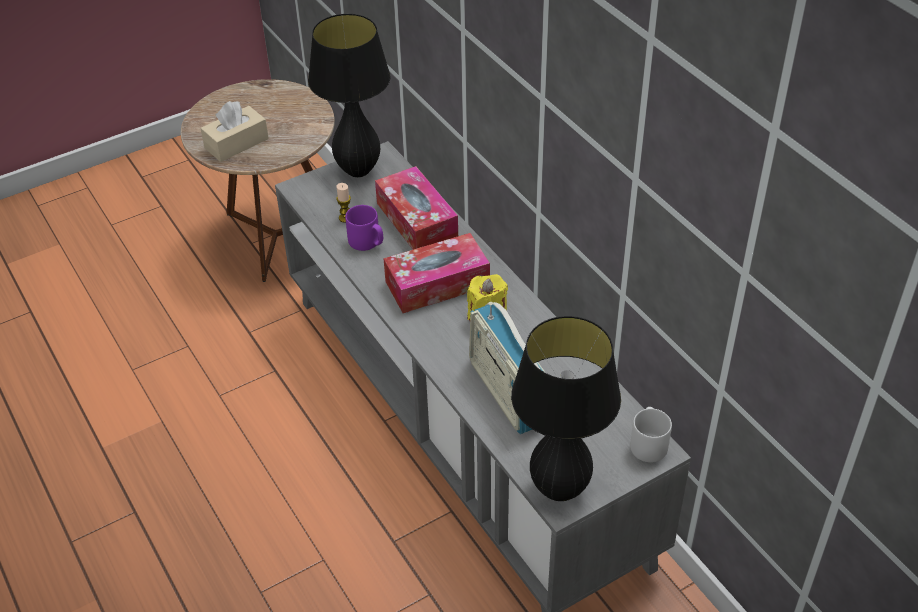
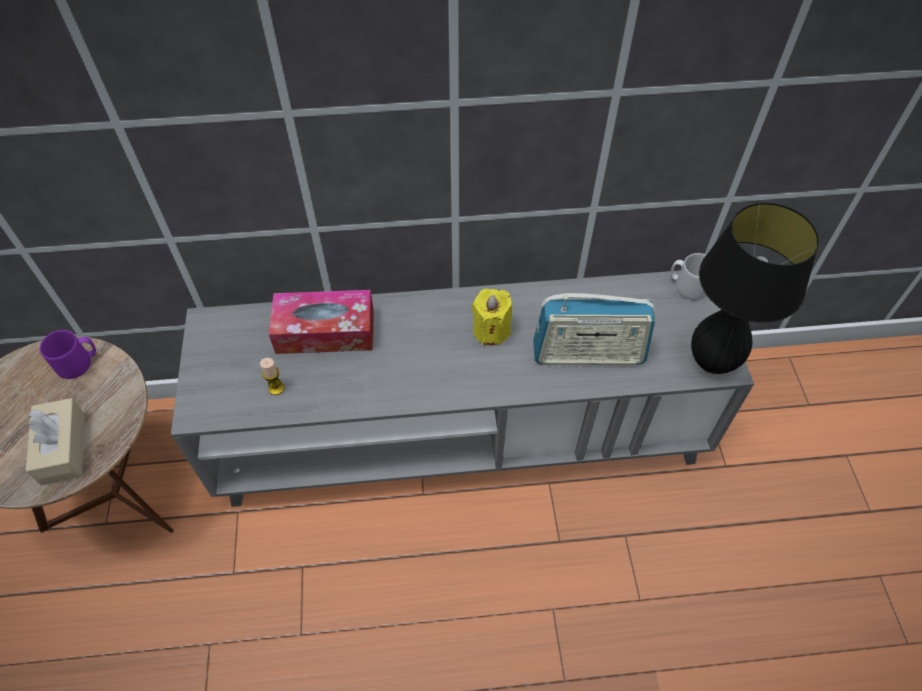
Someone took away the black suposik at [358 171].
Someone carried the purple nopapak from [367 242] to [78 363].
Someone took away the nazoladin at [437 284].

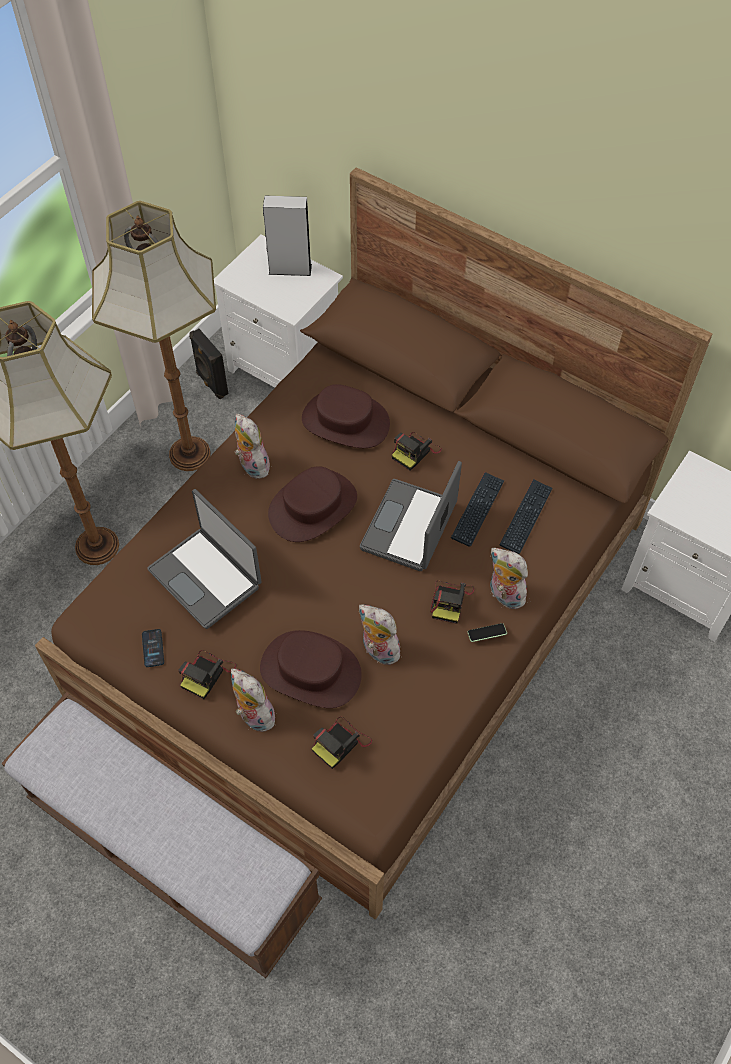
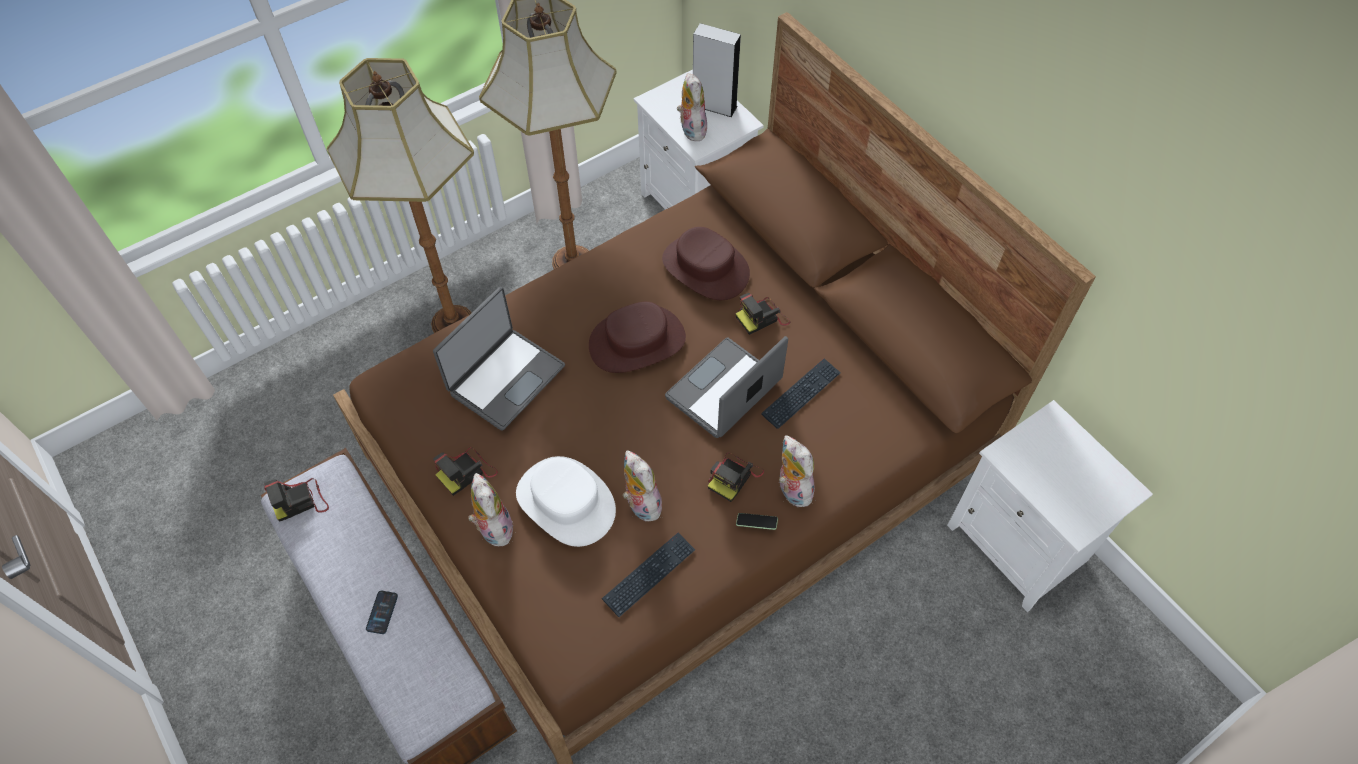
Someone took away the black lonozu at [211 384].
Someone carried the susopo from [251 465] to [691 129].
Someone carried the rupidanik from [526 517] to [649 575].
Someone rotated the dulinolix at [206 577] by 120 degrees counterclockwise.
Someone carried the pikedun from [153 648] to [382 612].
Someone repainted the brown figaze at [311 671], which became the white figaze at [566 502].
Someone carried the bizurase from [341 743] to [301 502].

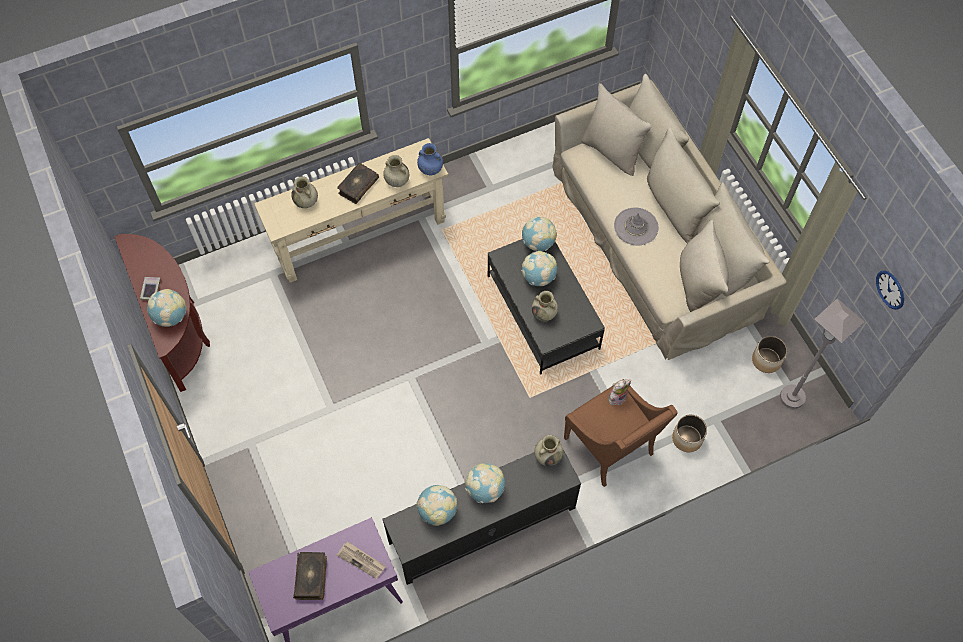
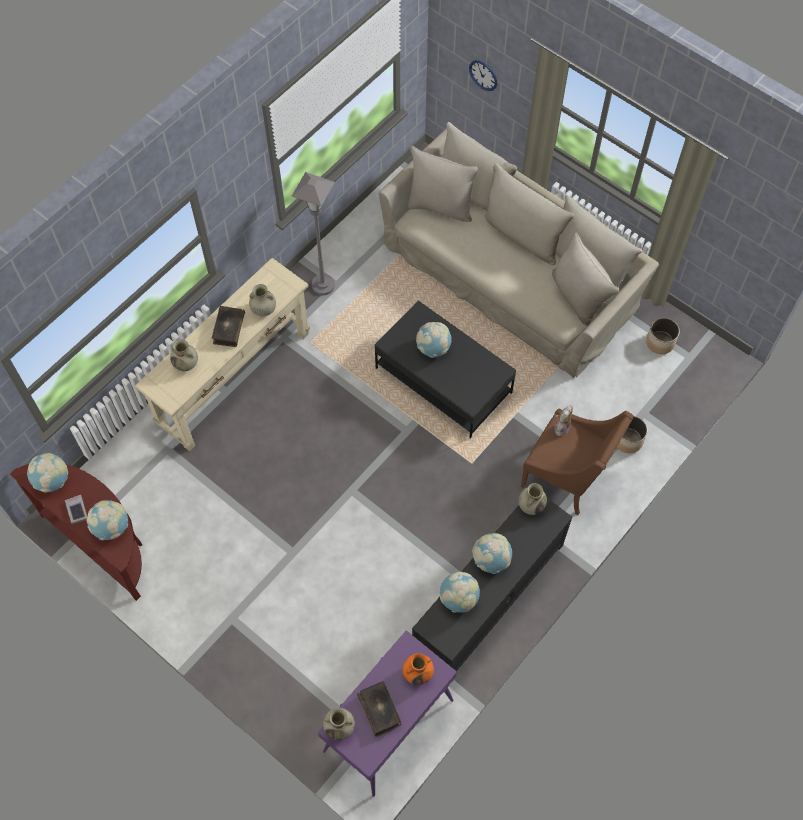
Someone took away the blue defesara at [430 169].
Someone took away the grey figaze at [636 227].
Someone carried the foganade from [538 243] to [52 480].
Someone carried the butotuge from [890 289] to [483 75].
Someone carried the beige defesara from [544 314] to [340 727].
Someone carried the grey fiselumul from [792 397] to [323 285].
Someone swapped the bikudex at [362 560] for the orange defesara at [418 673].

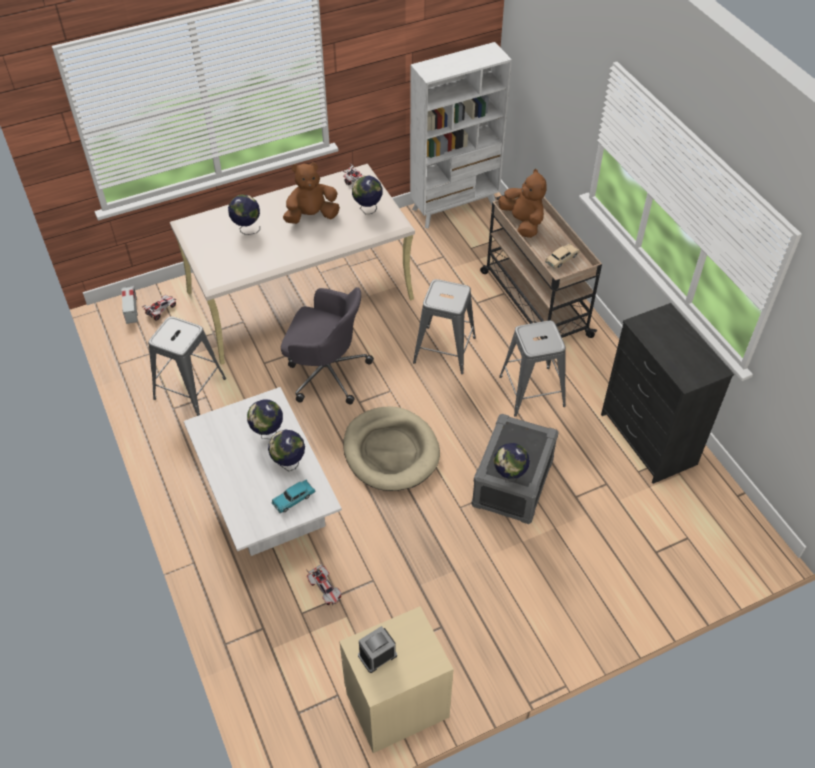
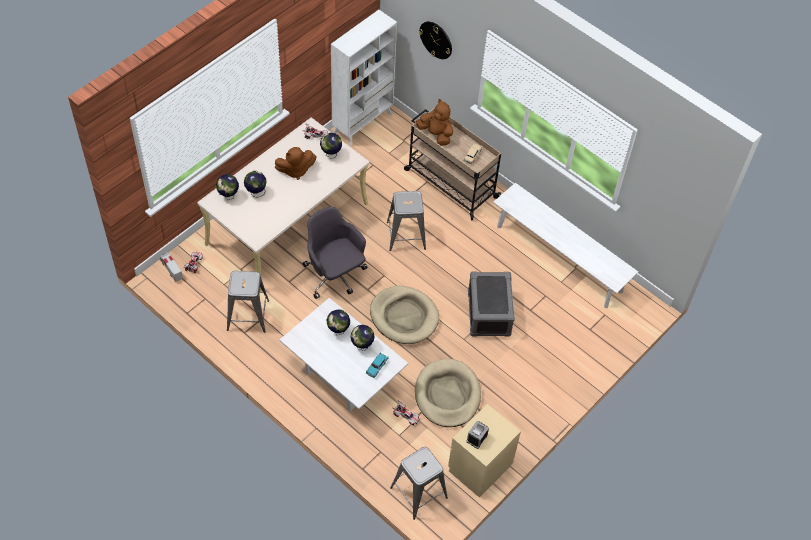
Someone rotated the brown susopo at [311 216] by 150 degrees counterclockwise.
Someone rotated the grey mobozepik at [326 372] by 120 degrees counterclockwise.
Someone swapped the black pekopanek at [647 439] for the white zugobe at [558 259].
Someone carried the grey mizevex from [532 391] to [418 492].
Someone carried the foganade from [509 476] to [228 196].
Someone put up the butotuge at [436 40].
Someone put down the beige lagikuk at [447 395].

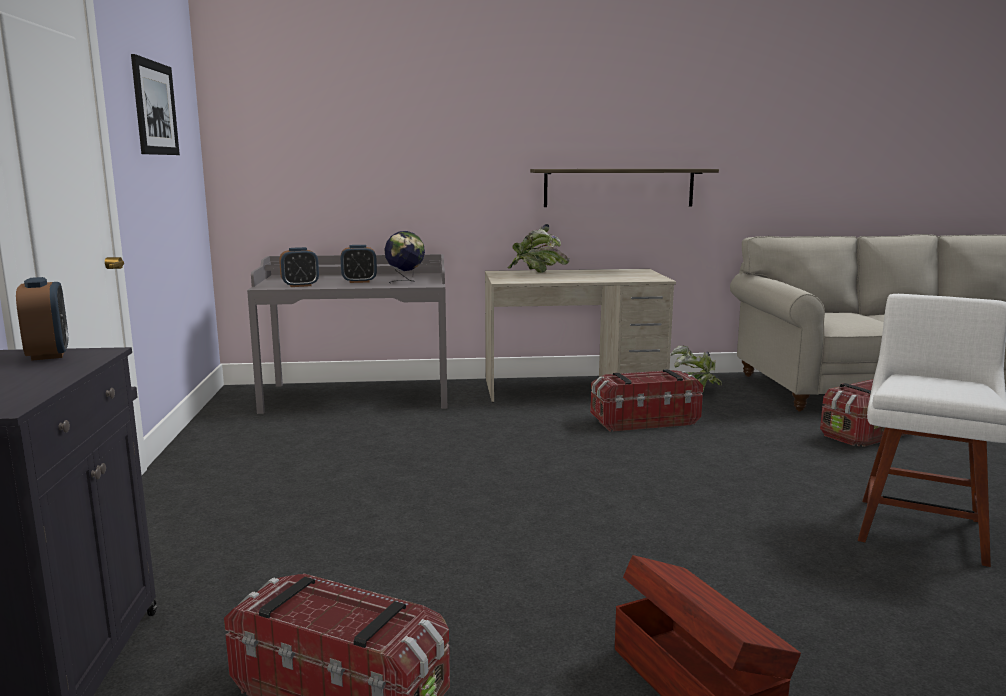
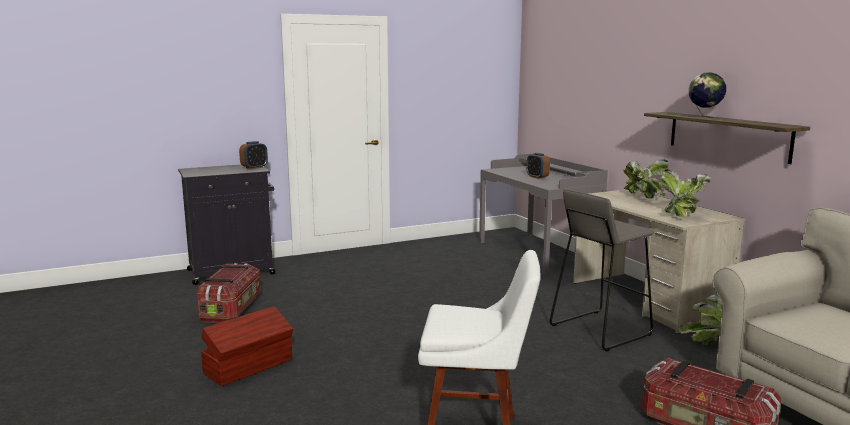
Someone took away the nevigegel at [155 108].
Someone carried the foganade from [405 281] to [704 117].
Someone took away the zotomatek at [300 285].
Someone swapped the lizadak at [643 421] for the grey mizevex at [599 330].
Someone put down the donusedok at [681 215].

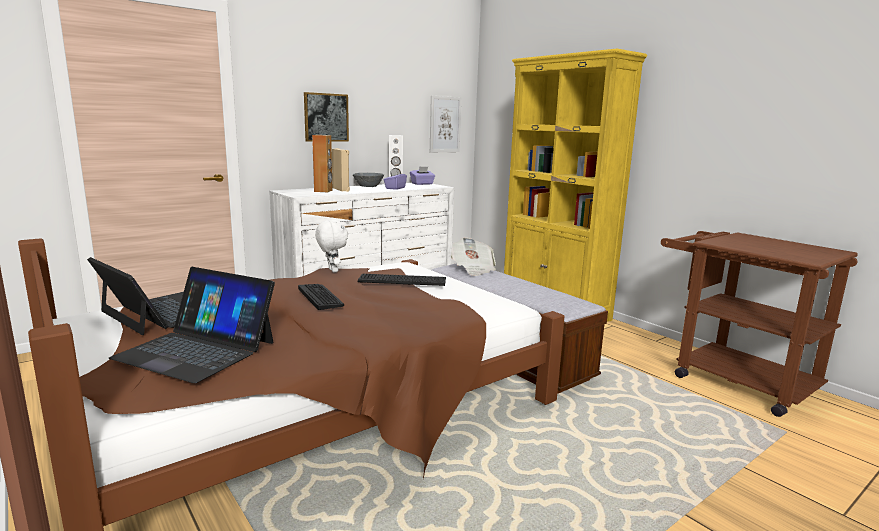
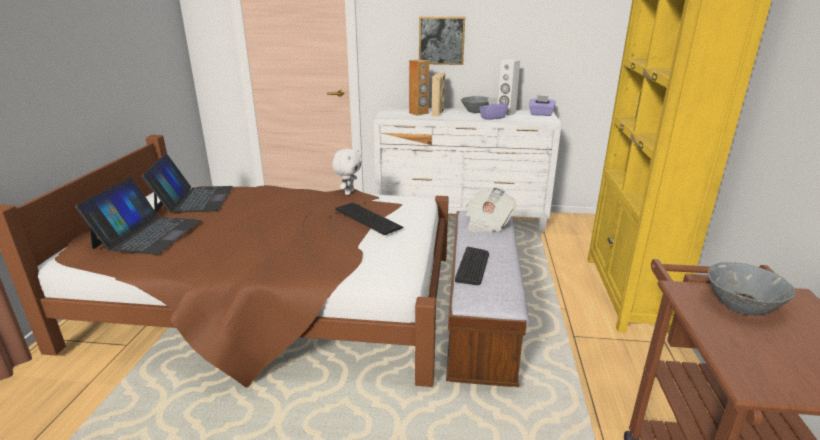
Someone took away the nevigegel at [445 124].
Someone rotated the dulinolix at [197 350] by 150 degrees counterclockwise.
Someone carried the rupidanik from [320 297] to [473 266].
Someone put down the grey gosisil at [741 304].

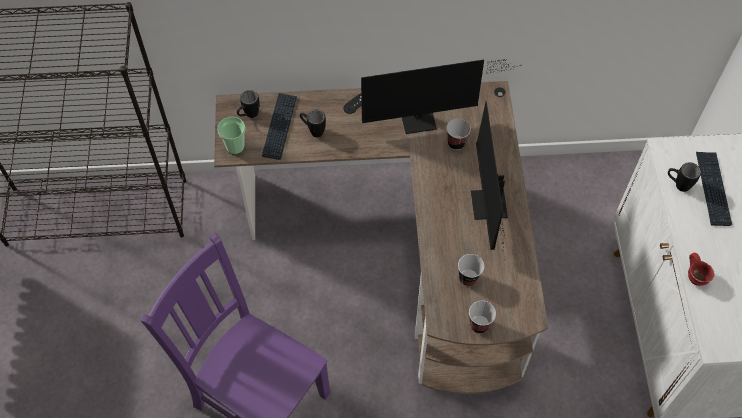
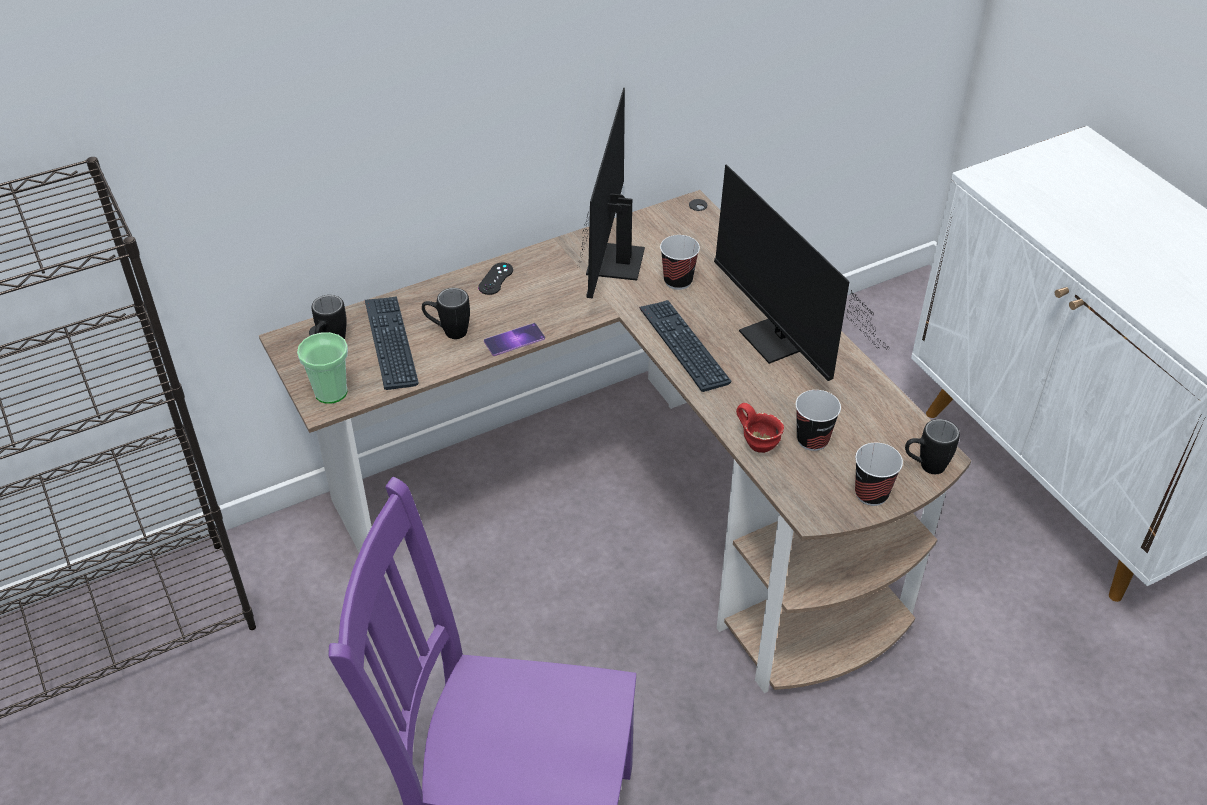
Someone rotated the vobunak at [424 119] by 135 degrees clockwise.
Someone carried the rupidanik from [712 189] to [683 346].
Someone carried the black nopapak from [677 184] to [924 466].
Someone carried the red nopapak from [696 277] to [759 443].
Someone put down the pikedun at [514 340].

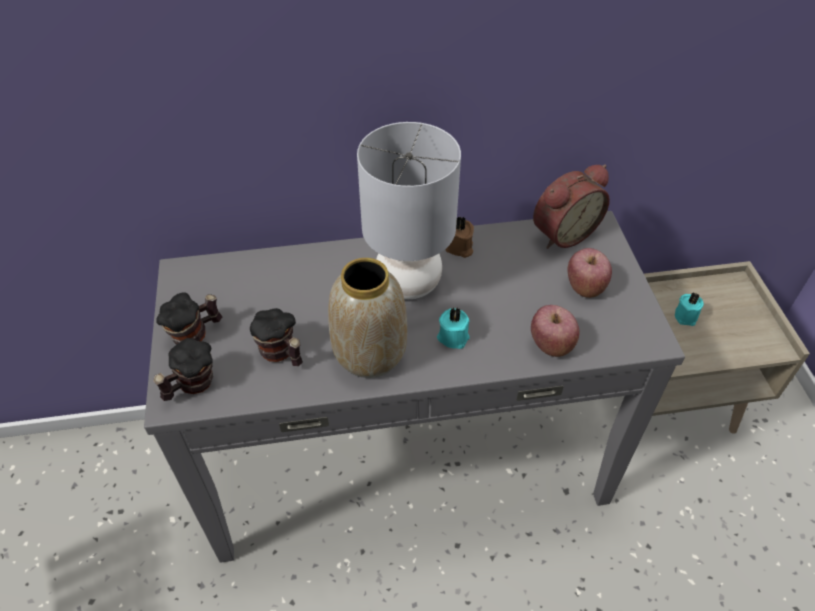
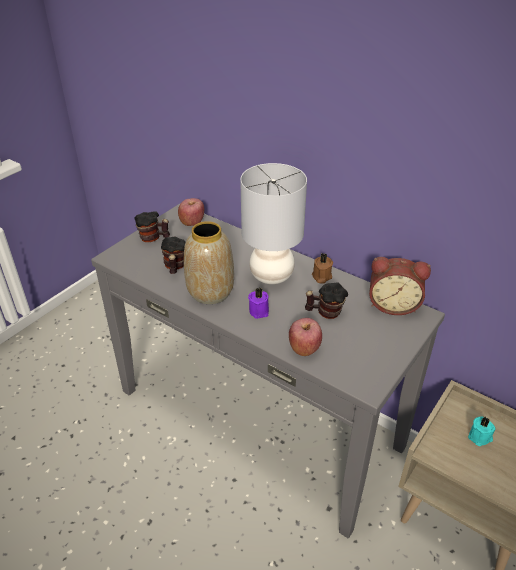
Someone carried the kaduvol from [585 287] to [192 222].
Someone repainted the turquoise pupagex at [453 336], which became the purple pupagex at [259 310].
Someone carried the nopapak from [191 385] to [325 312].

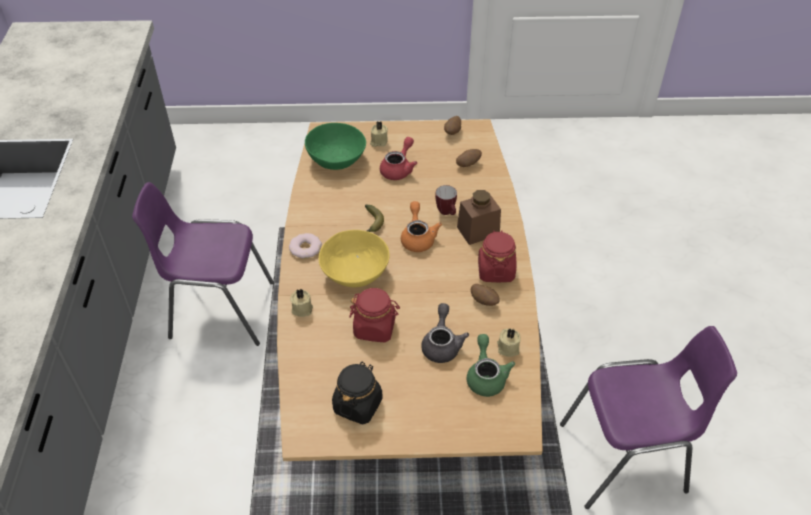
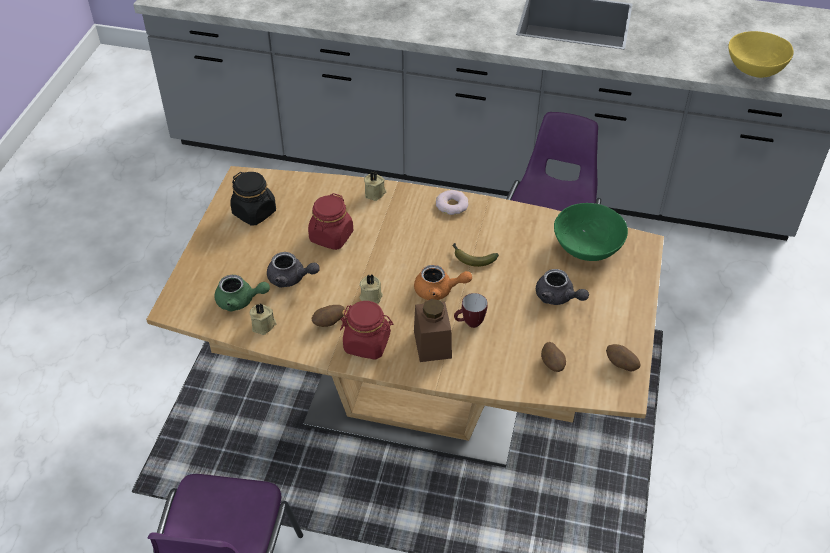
Someone carried the beige pupagex from [378 141] to [370 295].
Someone repainted the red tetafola at [399 169], which became the grey tetafola at [558 297].
Someone carried the yellow gosisil from [355 273] to [754 68].

